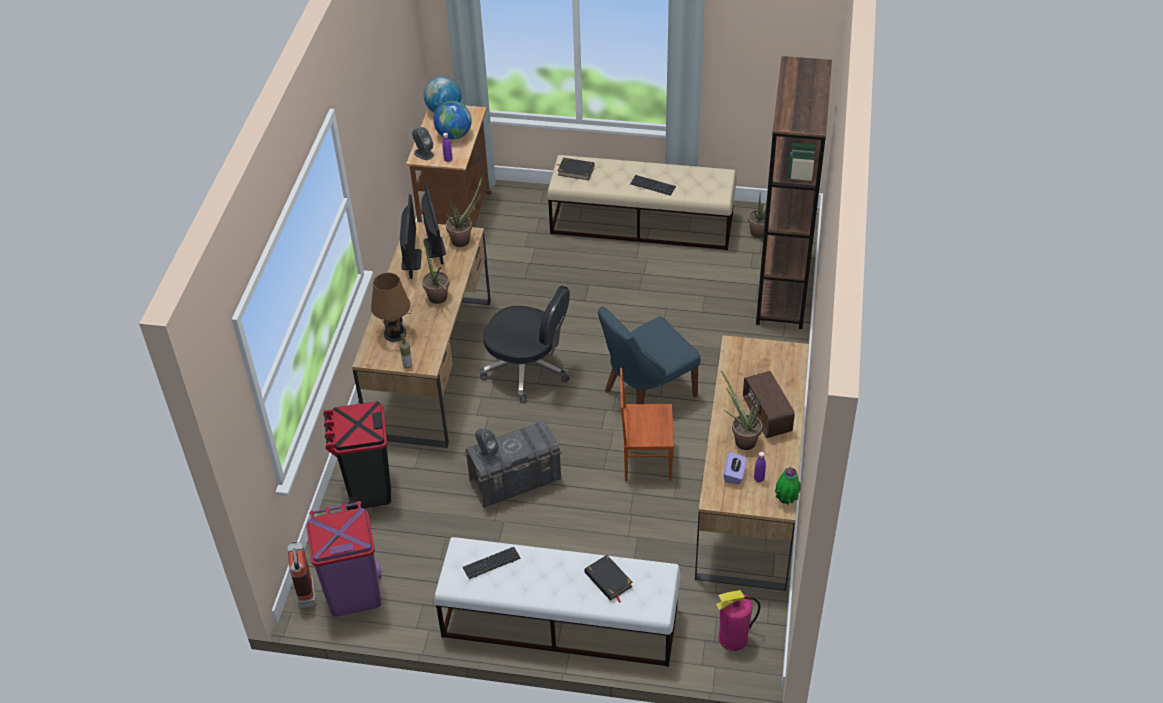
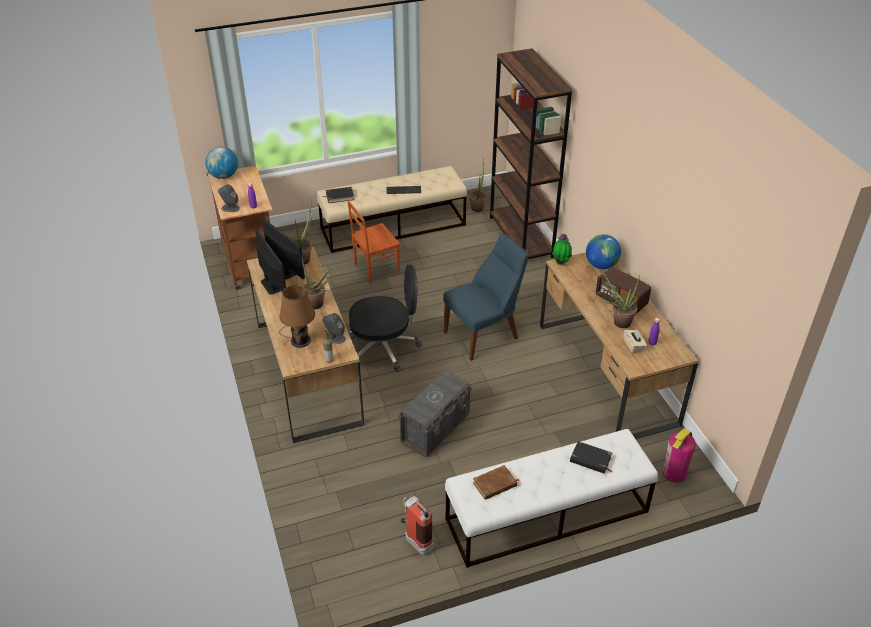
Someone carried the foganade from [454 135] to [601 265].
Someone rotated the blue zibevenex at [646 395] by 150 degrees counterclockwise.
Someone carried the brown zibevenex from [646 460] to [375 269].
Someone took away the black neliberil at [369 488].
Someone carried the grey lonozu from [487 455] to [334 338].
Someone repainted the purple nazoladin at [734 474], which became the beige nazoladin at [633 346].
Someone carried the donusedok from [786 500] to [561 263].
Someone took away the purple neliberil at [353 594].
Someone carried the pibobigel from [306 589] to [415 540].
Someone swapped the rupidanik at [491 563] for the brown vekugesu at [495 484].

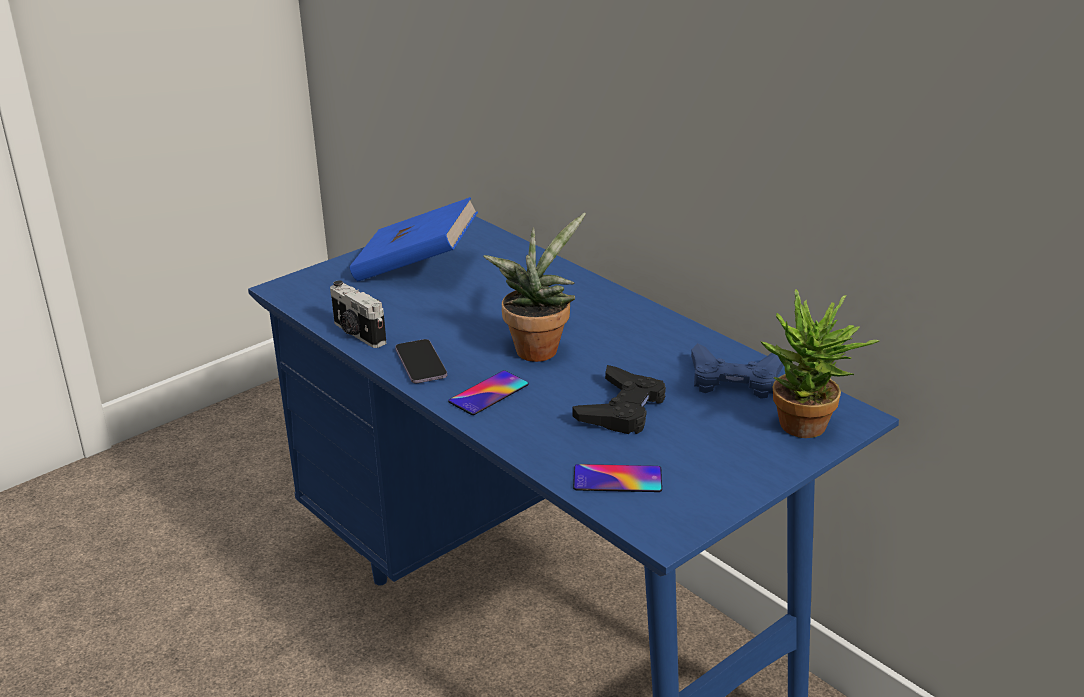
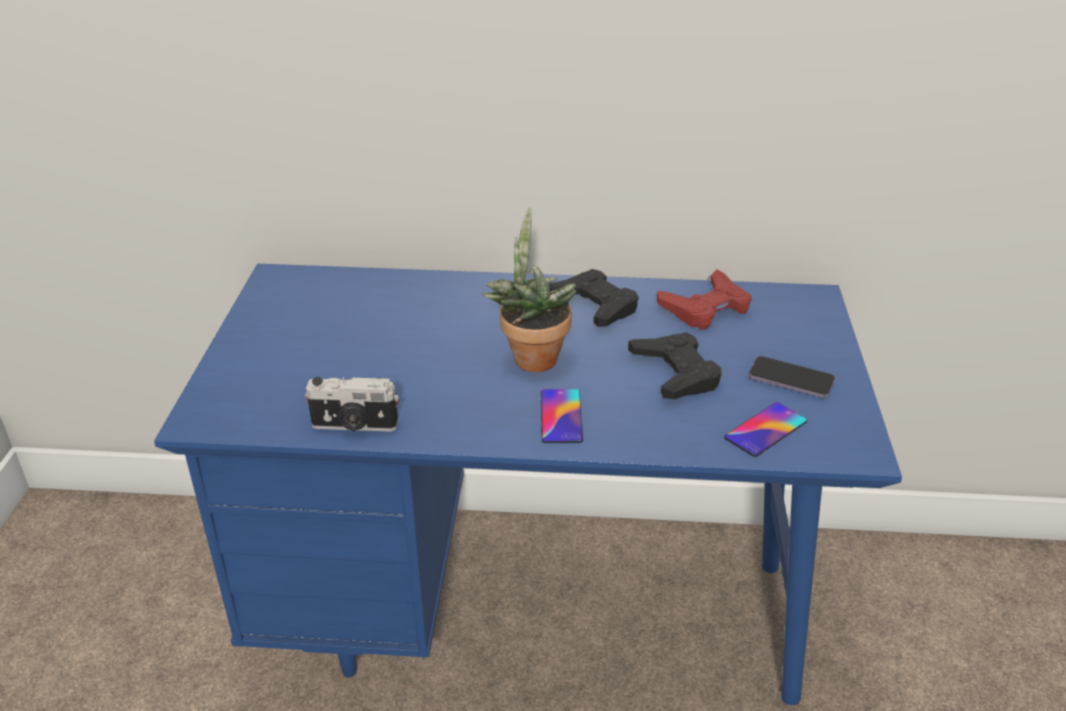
Someone took away the blue vekugesu at [416 267].
Someone took away the donusedok at [807 431].
Someone carried the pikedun from [421 363] to [791 379].
Someone repainted the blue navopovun at [735 379], which became the red navopovun at [706 308].
Someone put down the black navopovun at [595 305].

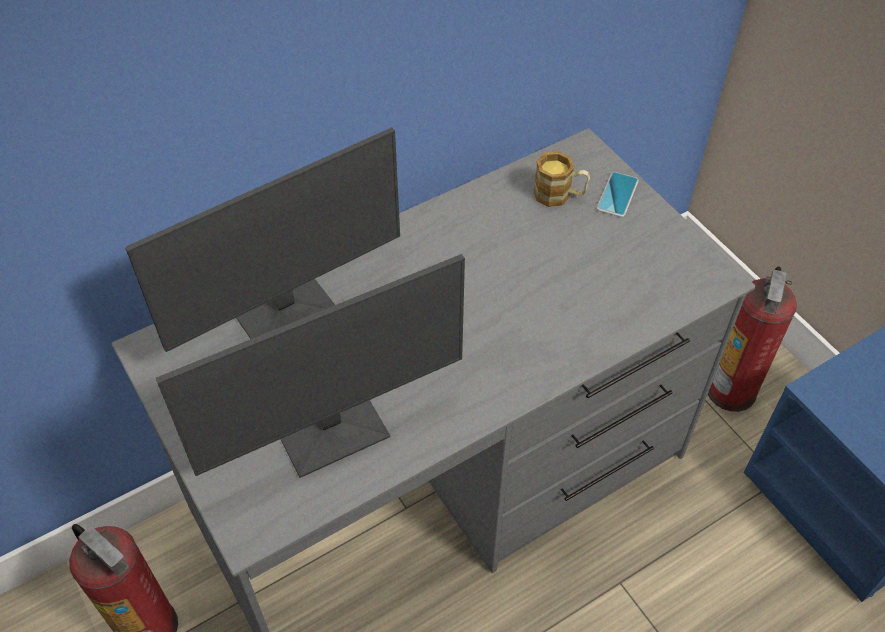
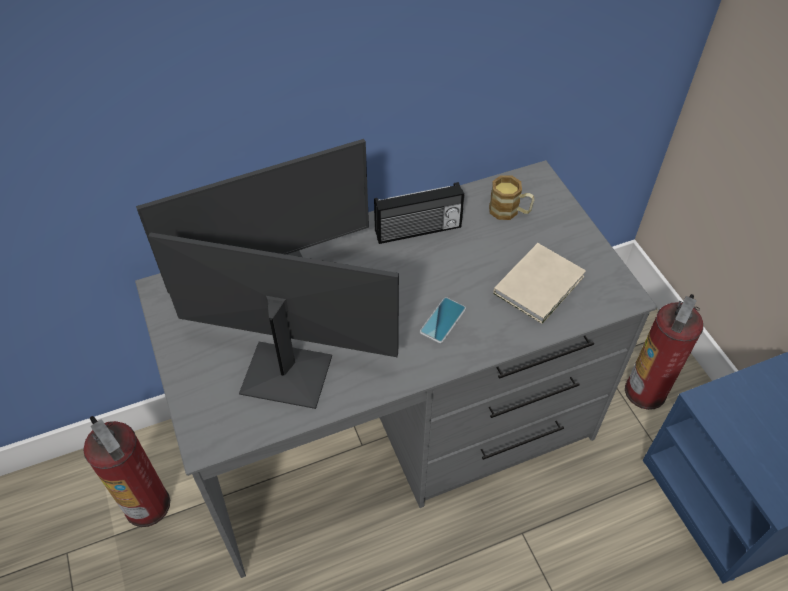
Someone carried the pikedun from [617 195] to [442 320].
Someone rotated the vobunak at [331 429] by 150 degrees counterclockwise.
Someone put down the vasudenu at [418 231].
Someone put down the beige vekugesu at [541 284].

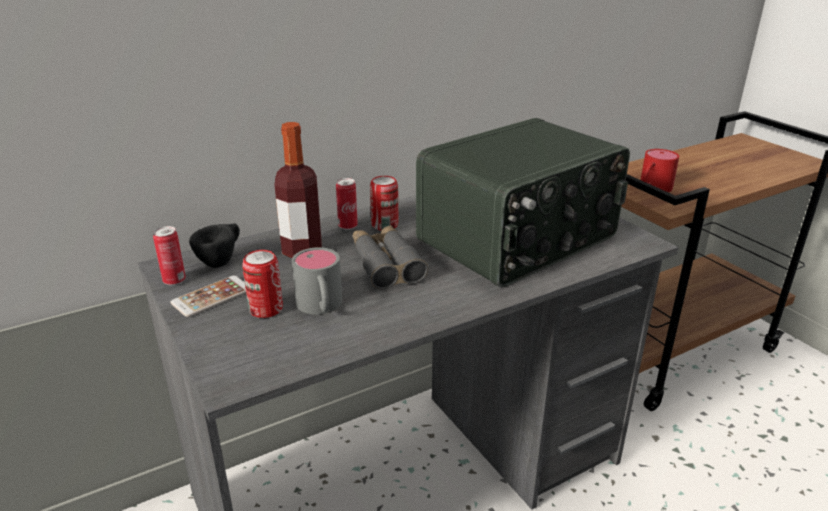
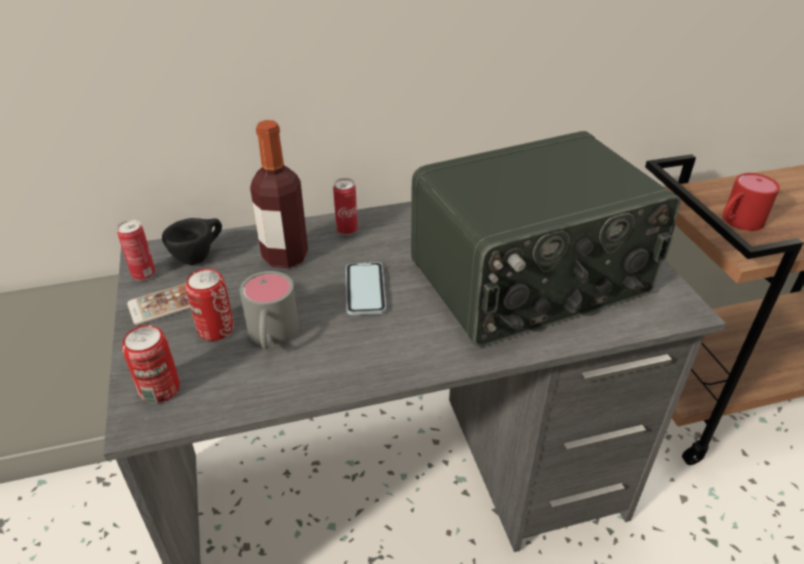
Someone carried the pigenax from [384 225] to [160 389].
Someone swapped the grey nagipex at [386 264] for the pikedun at [365 290].

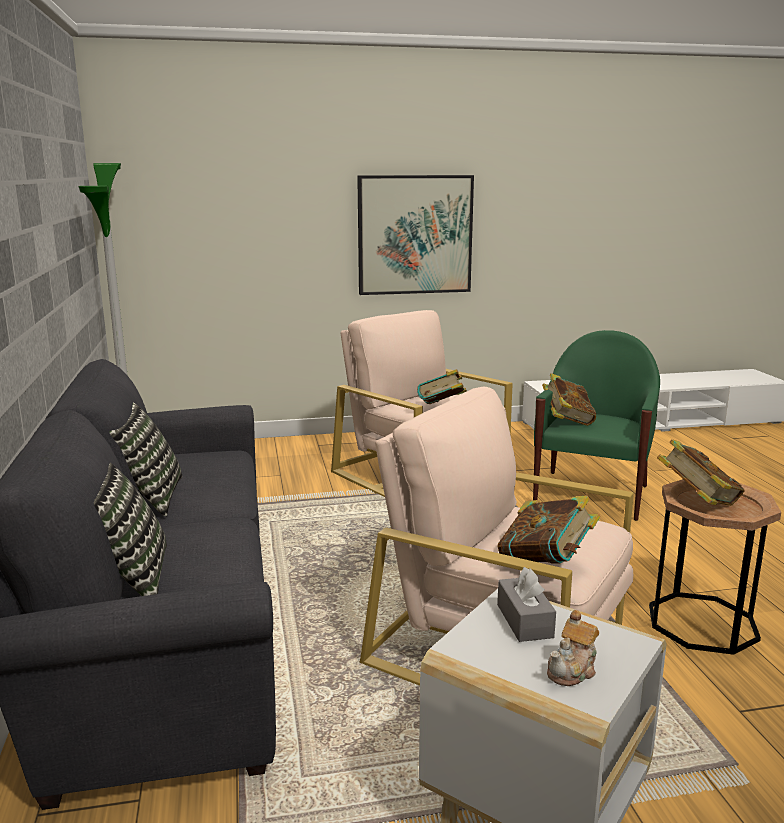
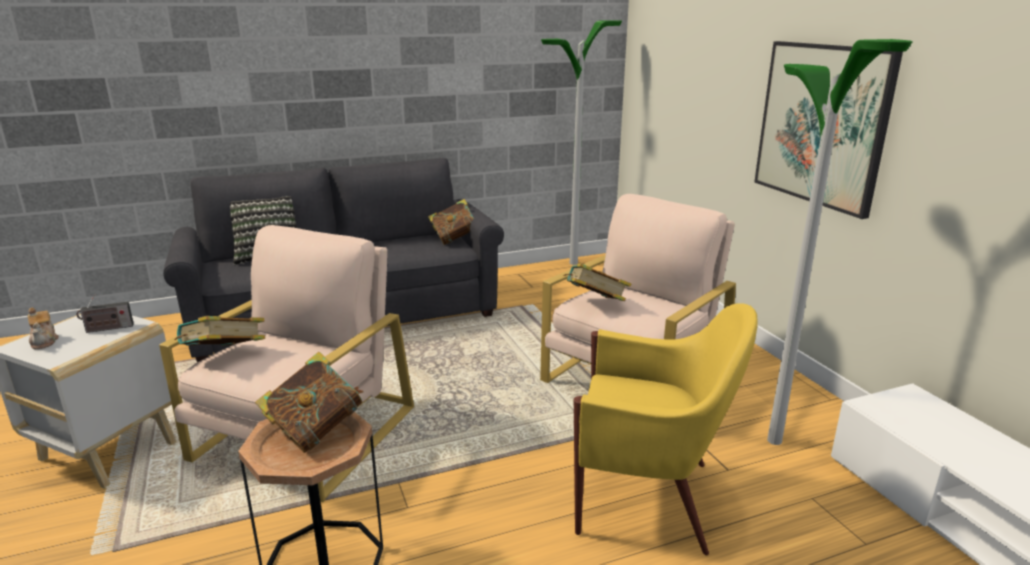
Someone repainted the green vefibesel at [592 494], which became the yellow vefibesel at [648 498].
Someone carried the vekugesu from [567 421] to [455 239].
Someone took away the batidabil at [149 497].
Someone swapped the grey nazoladin at [524 621] for the vasudenu at [107 328].
Someone rotated the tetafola at [573 670] by 150 degrees counterclockwise.
Someone put down the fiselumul at [775 440].

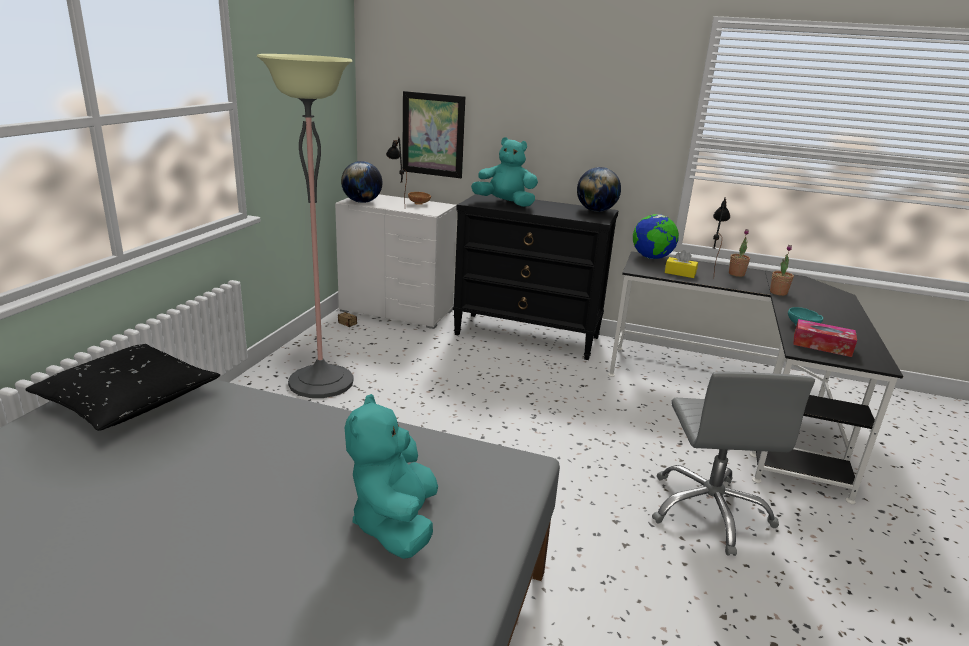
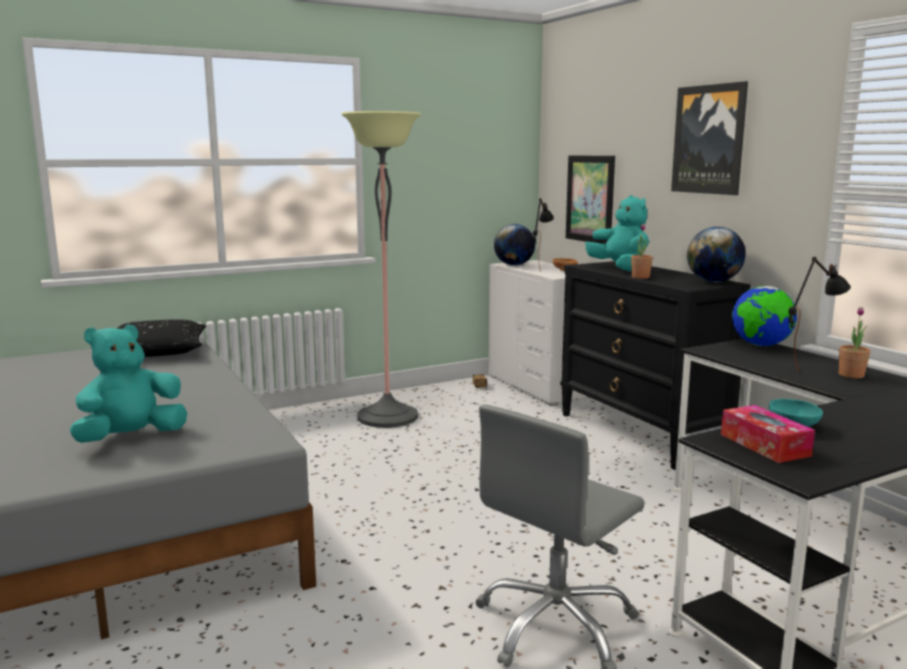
Someone carried the donusedok from [778 292] to [640 277].
Someone took away the yellow nazoladin at [680 273].
Someone put up the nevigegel at [709 139].

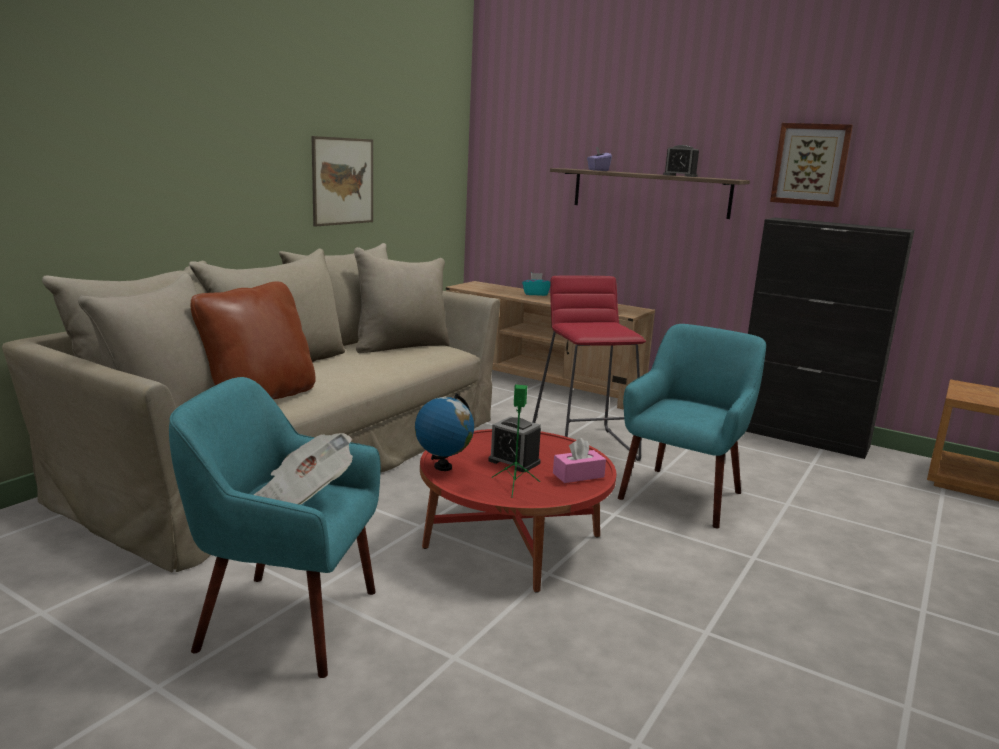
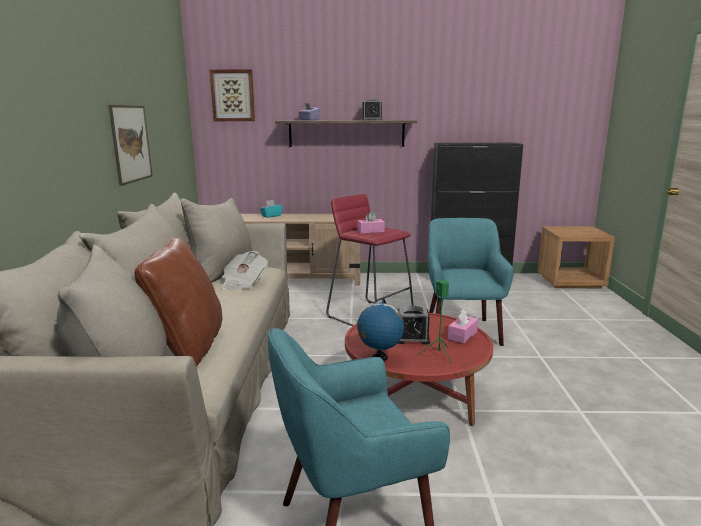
Someone carried the nevigegel from [810 164] to [233 95].
Someone carried the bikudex from [303 496] to [243 283].
Someone put down the pink nazoladin at [370 231].

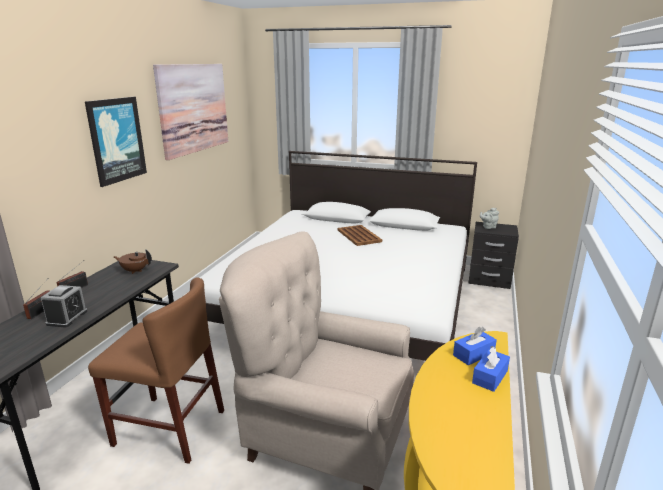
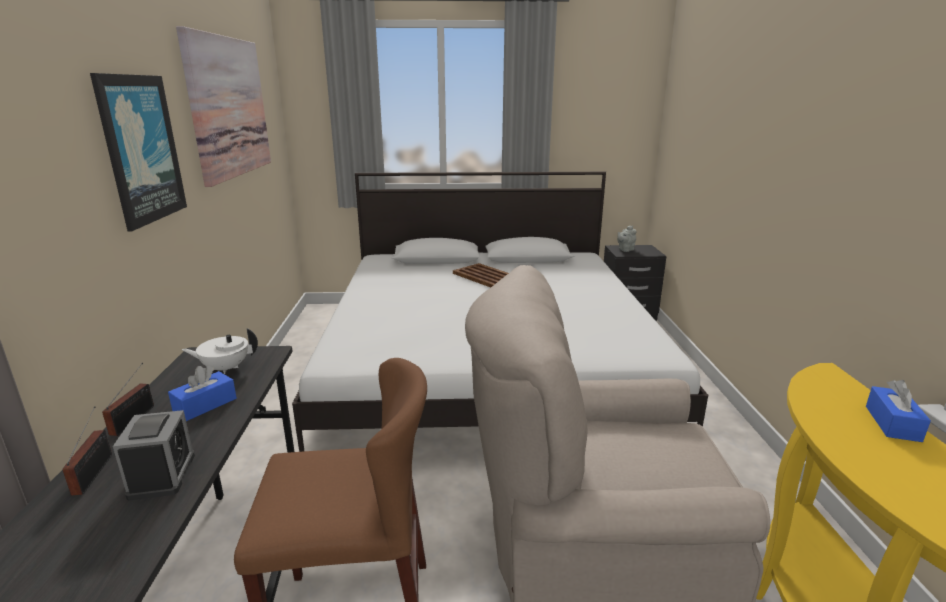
Someone repainted the brown tetafola at [135 271], which became the white tetafola at [225 368].
Someone carried the blue nazoladin from [473 354] to [205 405].

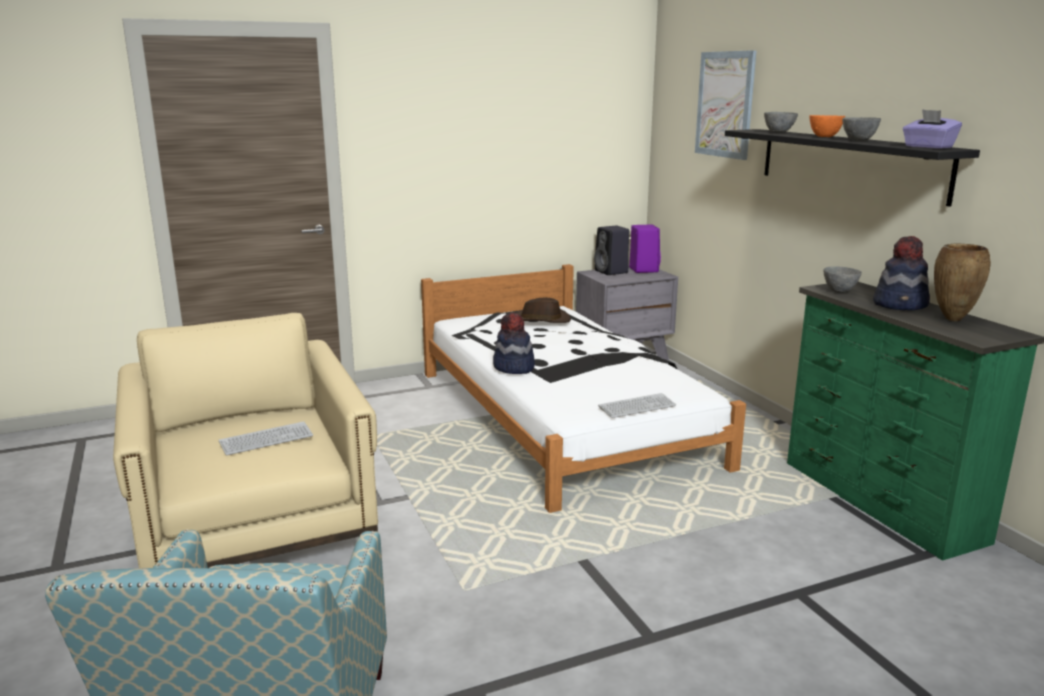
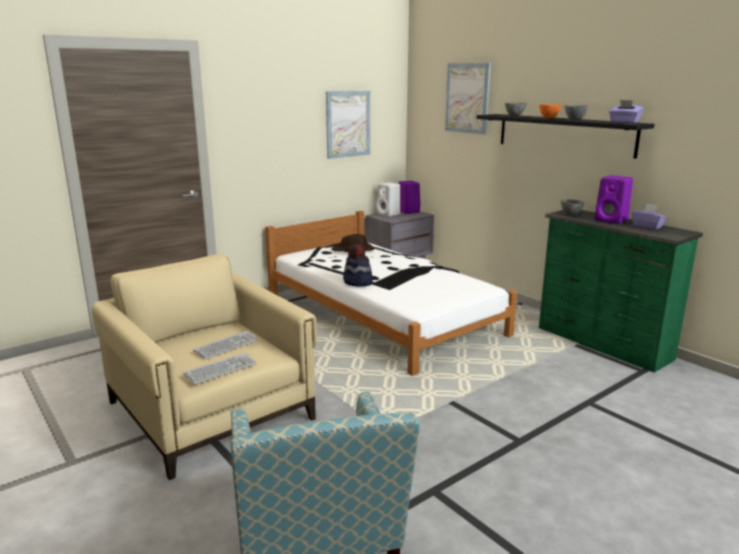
Someone repainted the black lonozu at [612 272], which became the white lonozu at [389 214].
Someone swapped the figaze at [901 305] for the purple lonozu at [612 220].
Someone swapped the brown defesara at [951 319] for the purple nazoladin at [647 226].
Someone carried the rupidanik from [637 407] to [220 369].
Someone put up the nevigegel at [348 124].

